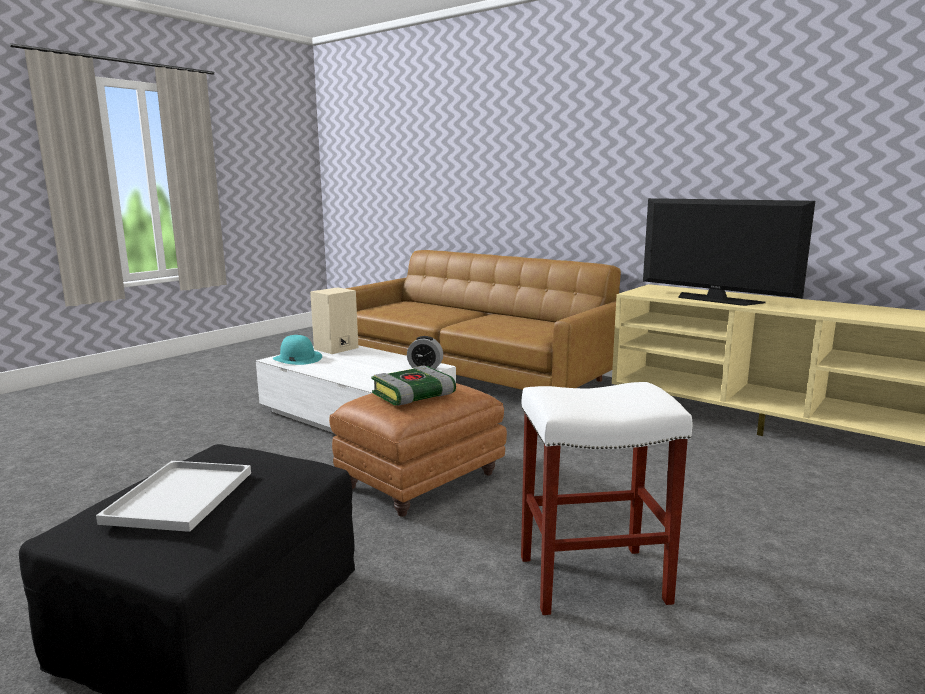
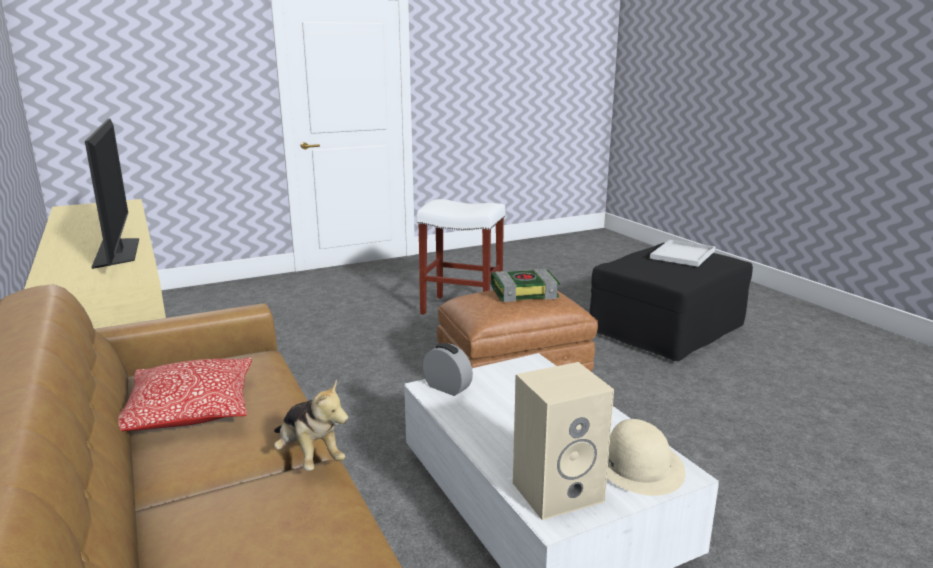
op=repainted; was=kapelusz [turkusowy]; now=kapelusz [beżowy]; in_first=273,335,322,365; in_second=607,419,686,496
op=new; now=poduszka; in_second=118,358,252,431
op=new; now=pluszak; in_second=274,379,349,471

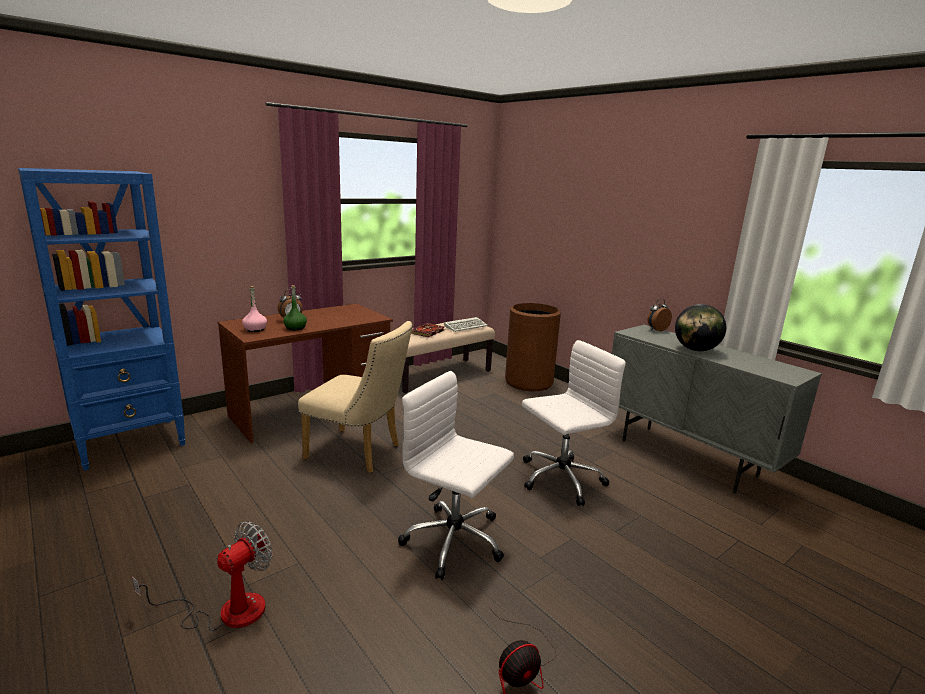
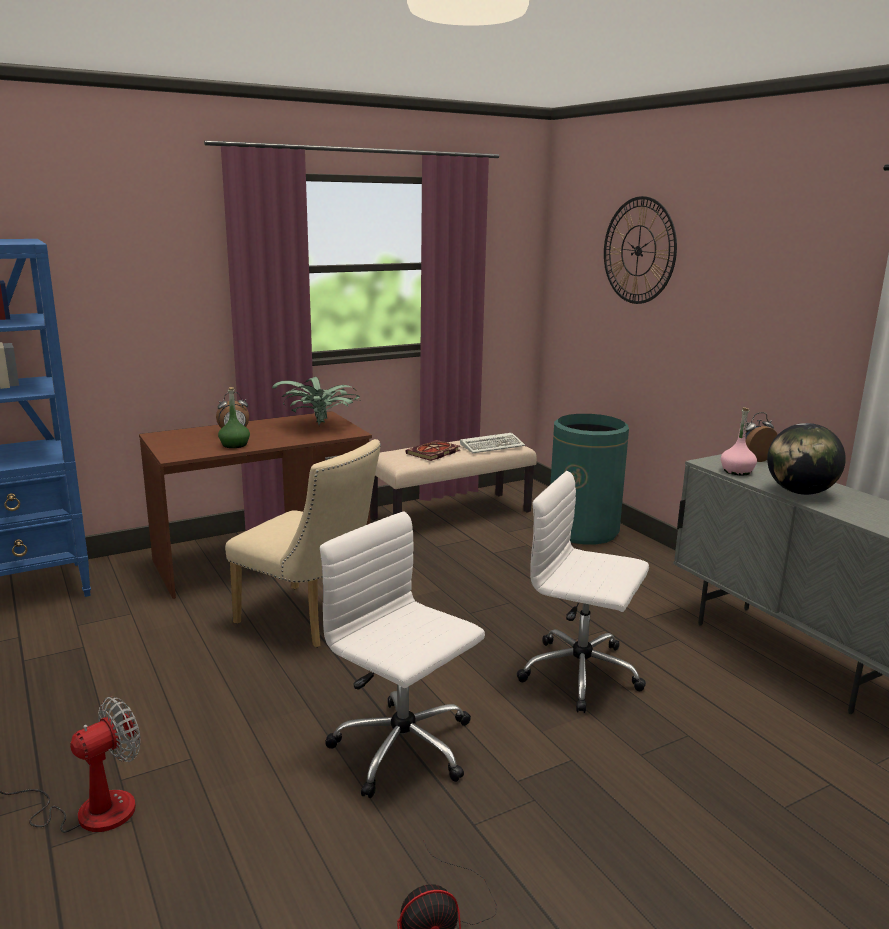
op=shifted; was=butelka [różowy]; in_first=242,286,267,332; in_second=721,407,757,475
op=repainted; was=kosz na śmieci [brązowy]; now=kosz na śmieci [zielony]; in_first=505,303,561,391; in_second=550,414,629,544
op=rotated; was=krzesło biurowe [biały]; in_first=522,340,626,506; in_second=516,471,649,713; clockwise=-135
op=new; now=roślina doniczkowa; in_second=272,377,360,425
op=new; now=zegar ścienny; in_second=604,196,677,304

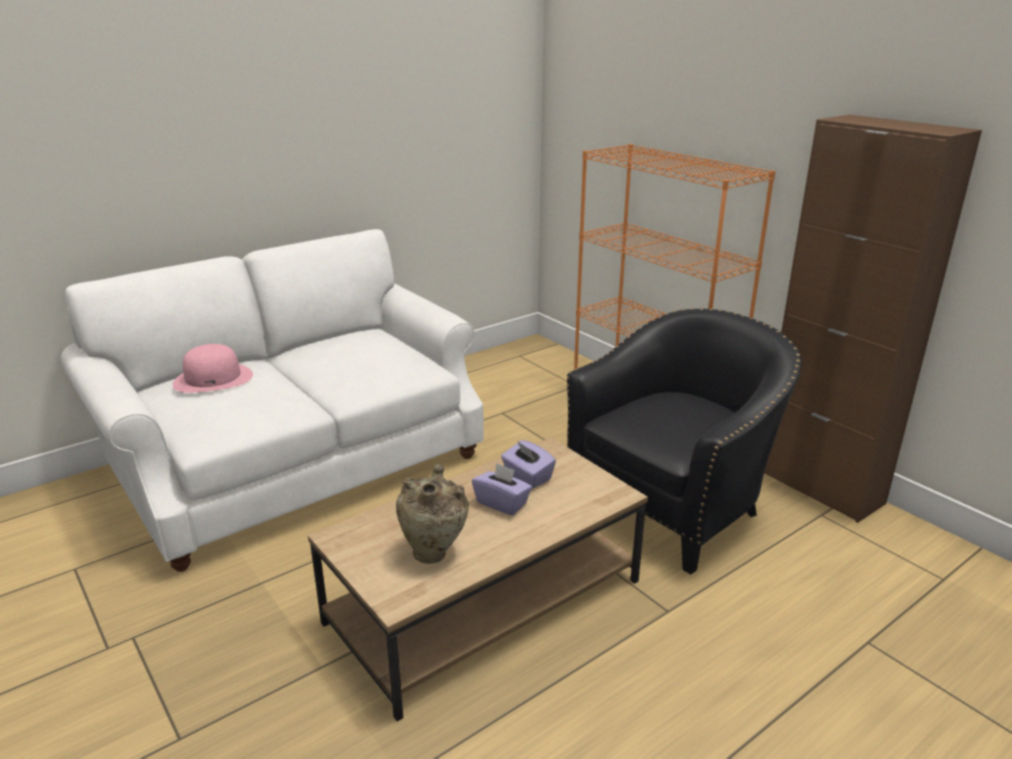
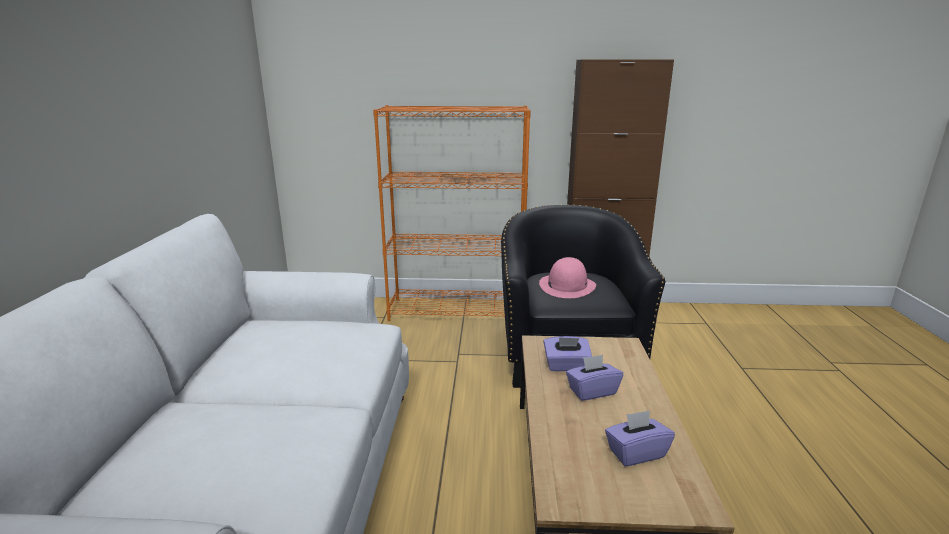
op=shifted; was=kapelusz [różowy]; in_first=173,344,253,393; in_second=539,257,596,298
op=swapped; was=wazon [beżowy]; now=pudełko chusteczek [fioletowy]; in_first=396,463,469,564; in_second=605,410,675,466

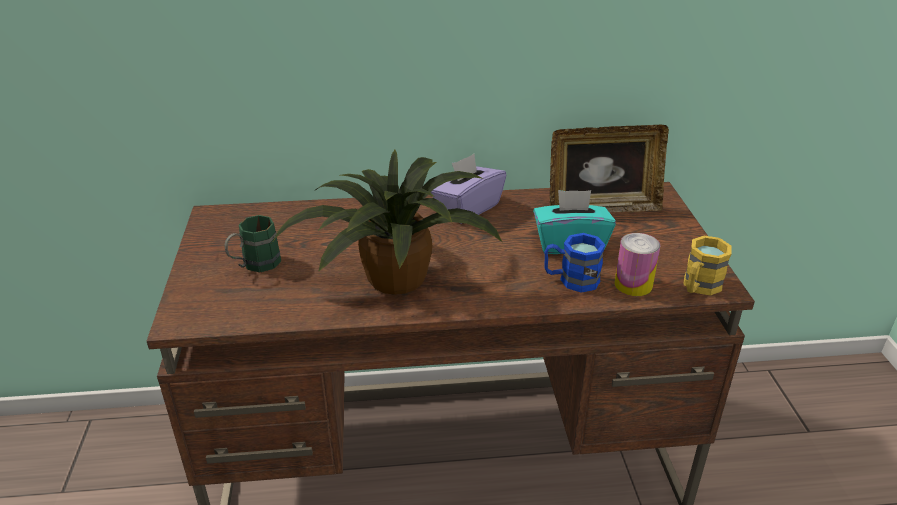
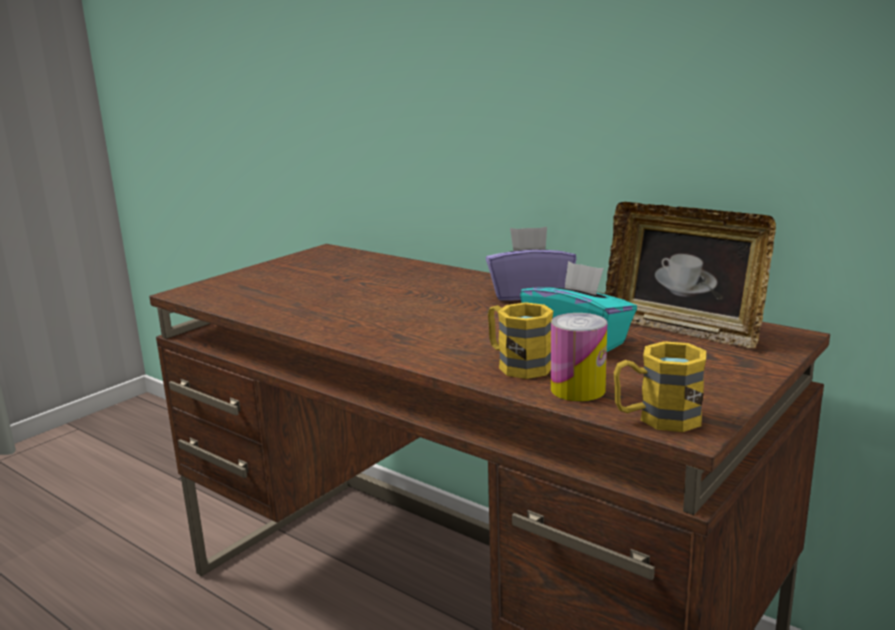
op=gone; was=kubek [zielony]; in_first=225,215,281,272
op=gone; was=roślina doniczkowa; in_first=272,150,503,295
op=repainted; was=kubek [niebieski]; now=kubek [żółty]; in_first=544,233,605,293; in_second=488,302,553,379

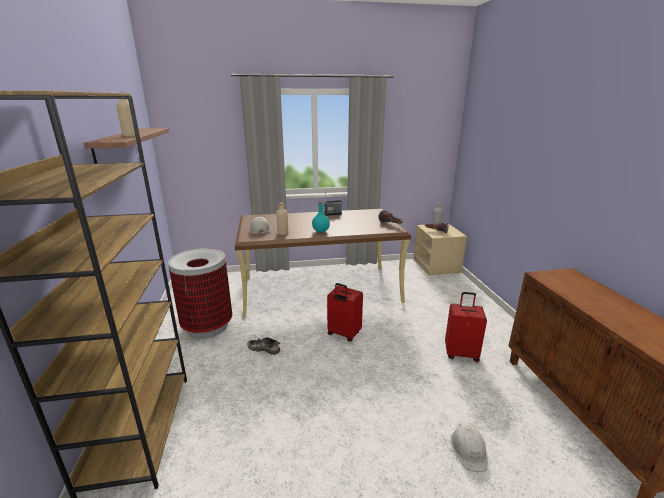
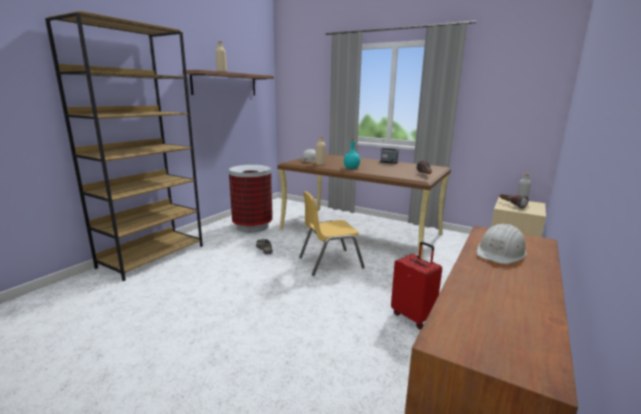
op=swapped; was=walizka [czerwony]; now=krzesło [żółty]; in_first=327,283,363,342; in_second=299,191,365,276
op=shifted; was=kask [biały]; in_first=451,424,487,472; in_second=477,223,527,264

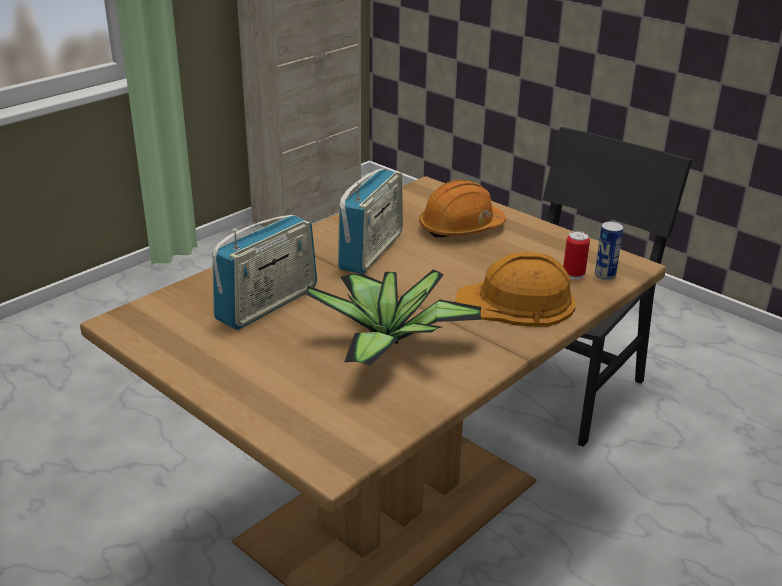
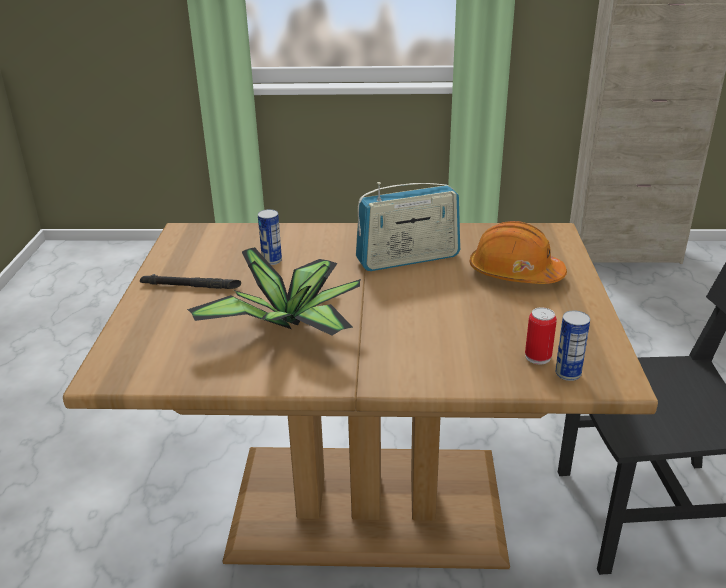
op=swapped; was=radio; now=puszka; in_first=212,215,317,330; in_second=258,209,282,265
op=gone; was=kask [pomarańczowy]; in_first=455,252,576,327
op=new; now=latarka [czarny]; in_second=140,274,241,289

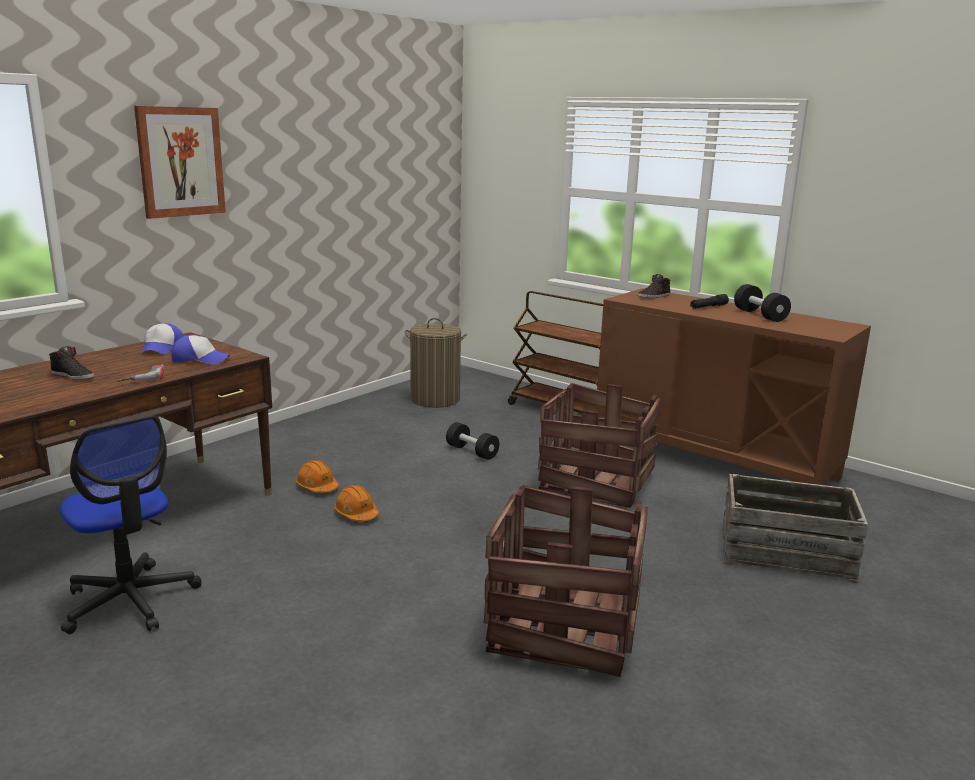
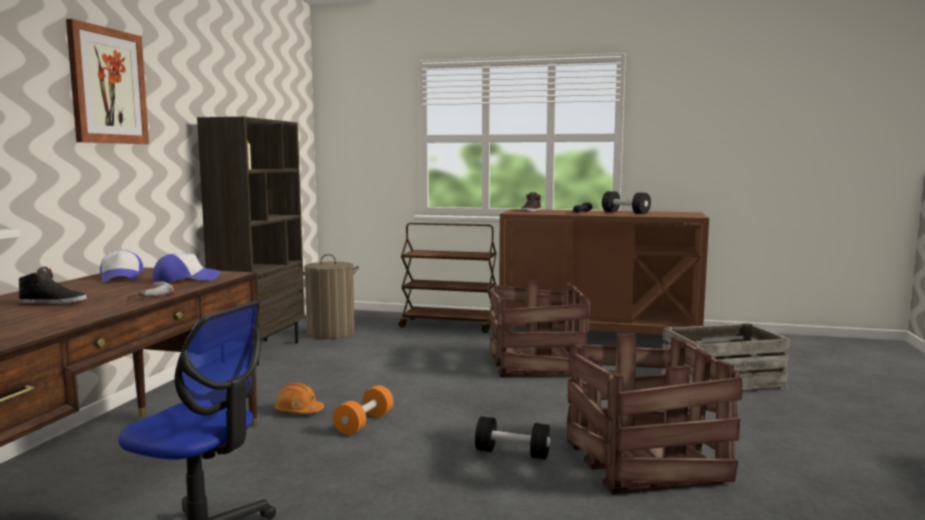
op=swapped; was=kask [pomarańczowy]; now=hantel [pomarańczowy]; in_first=334,485,379,521; in_second=333,385,393,435
op=shifted; was=hantel [czarny]; in_first=446,422,499,460; in_second=475,417,550,459
op=new; now=regał [brązowy]; in_second=197,117,305,366

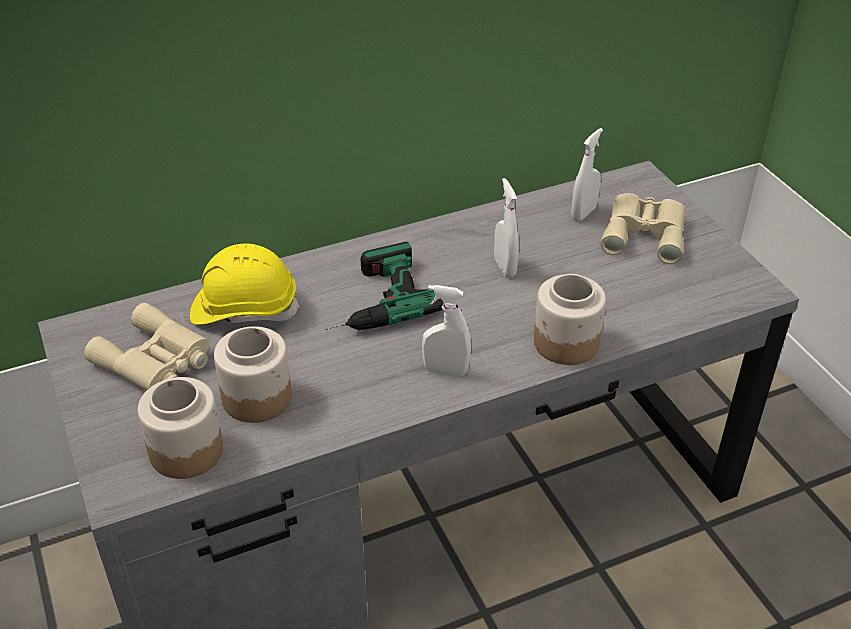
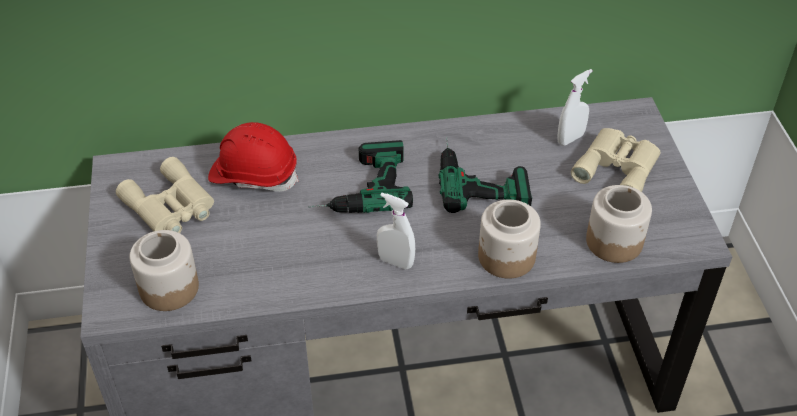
op=repainted; was=kask [żółty]; now=kask [czerwony]; in_first=190,243,300,325; in_second=208,122,299,192
op=shifted; was=słoik; in_first=214,326,292,423; in_second=586,185,652,263
op=swapped; was=spryskiwacz [biały]; now=wiertarka; in_first=494,178,519,278; in_second=438,137,532,213

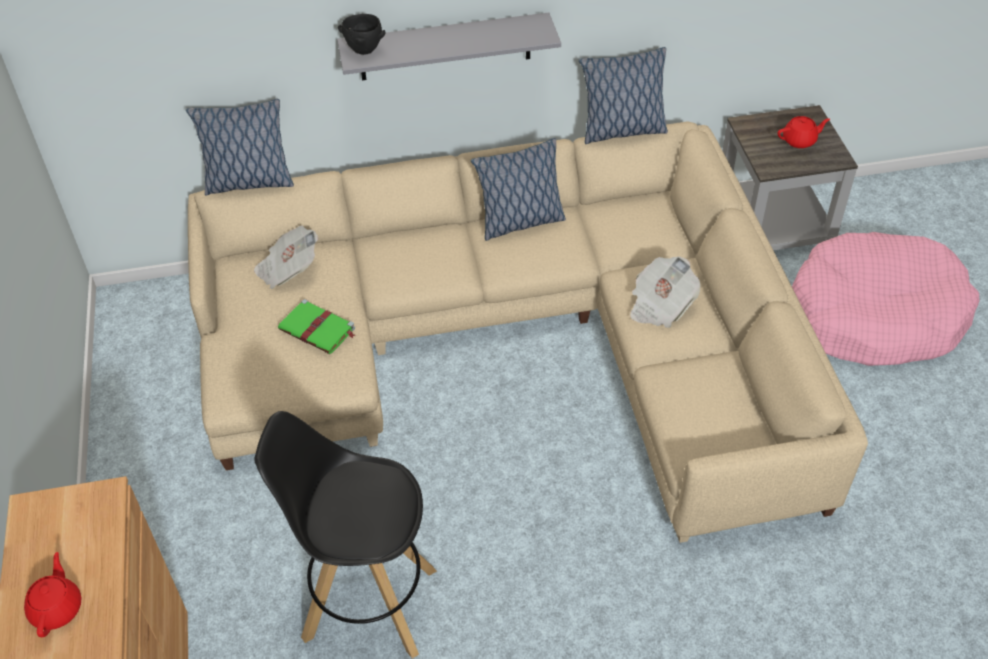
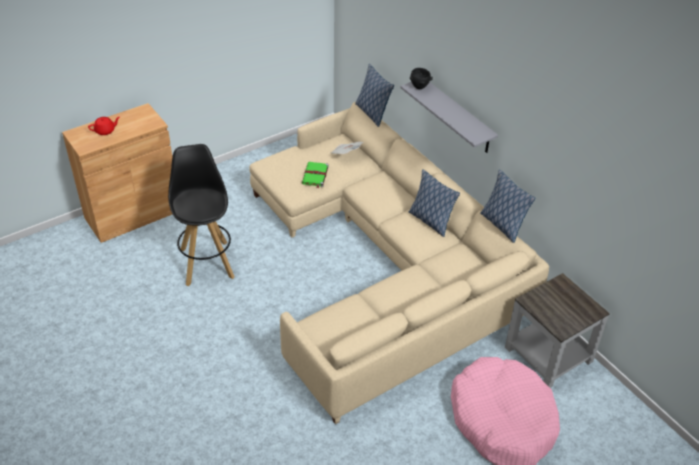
op=gone; was=gazeta; in_first=630,256,700,328
op=gone; was=imbryk [czerwony]; in_first=778,116,830,148

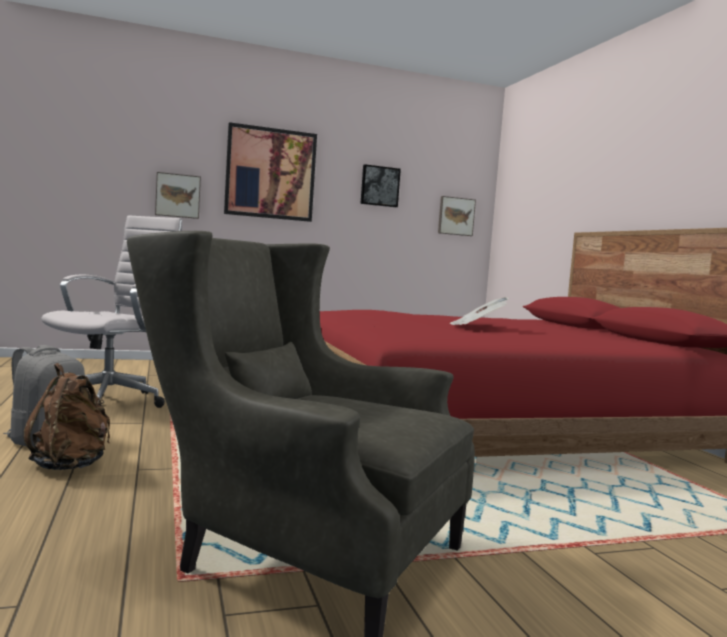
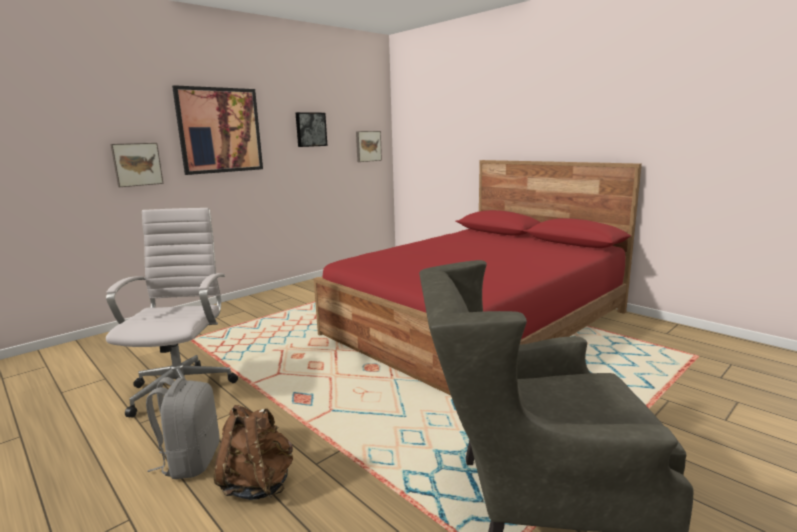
op=gone; was=gazeta; in_first=450,297,510,325

